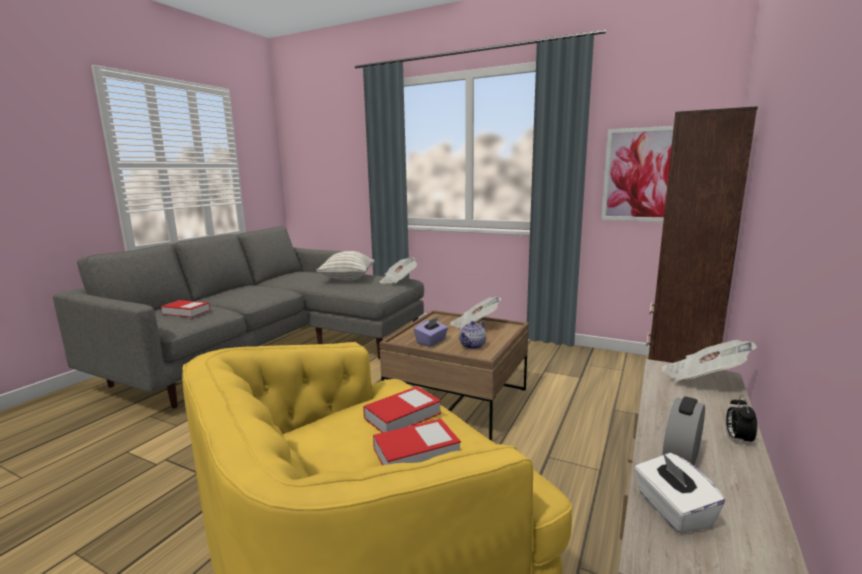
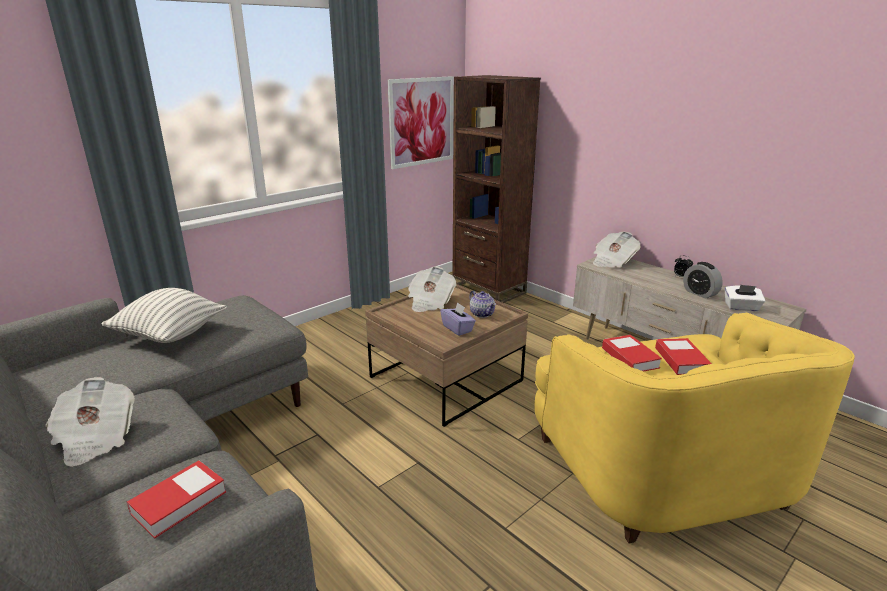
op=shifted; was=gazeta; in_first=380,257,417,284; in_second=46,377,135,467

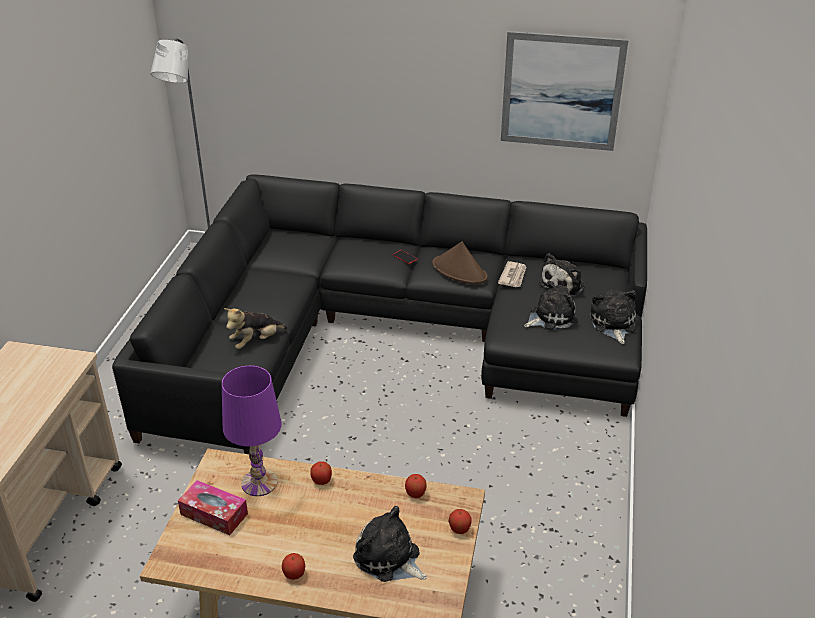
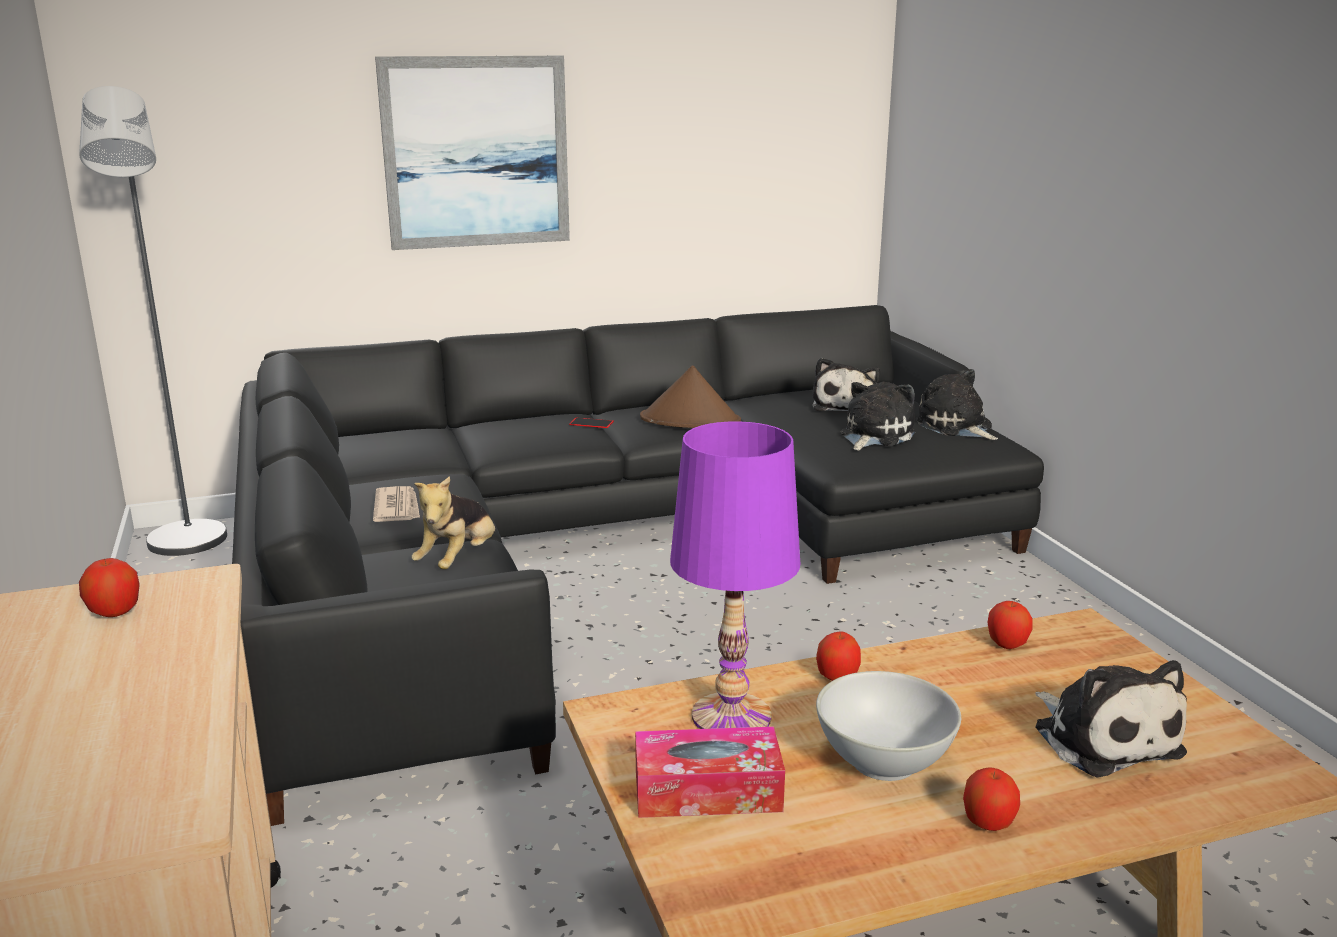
op=rotated; was=pluszak; in_first=353,506,427,582; in_second=1035,660,1187,778; clockwise=-120
op=shifted; was=jabłko; in_first=448,509,471,534; in_second=79,558,140,617
op=shifted; was=gazeta; in_first=498,261,526,287; in_second=373,486,420,522
op=shifted; was=obraz; in_first=501,31,628,151; in_second=375,56,570,250
op=new; now=miska [biały]; in_second=816,671,961,781

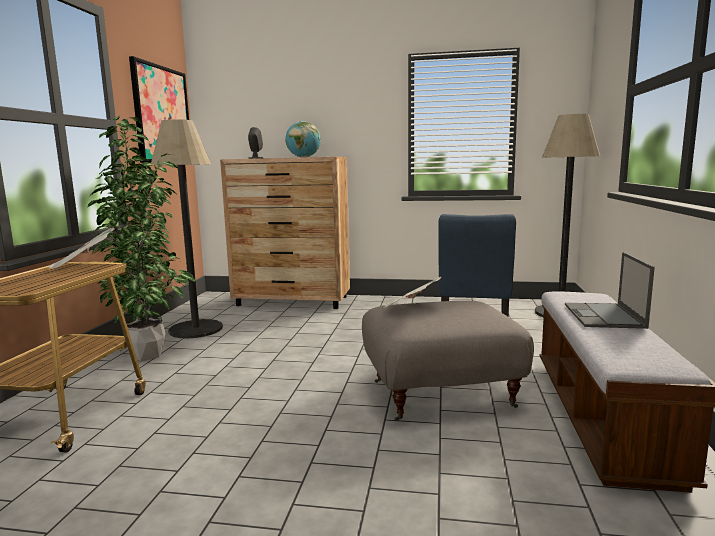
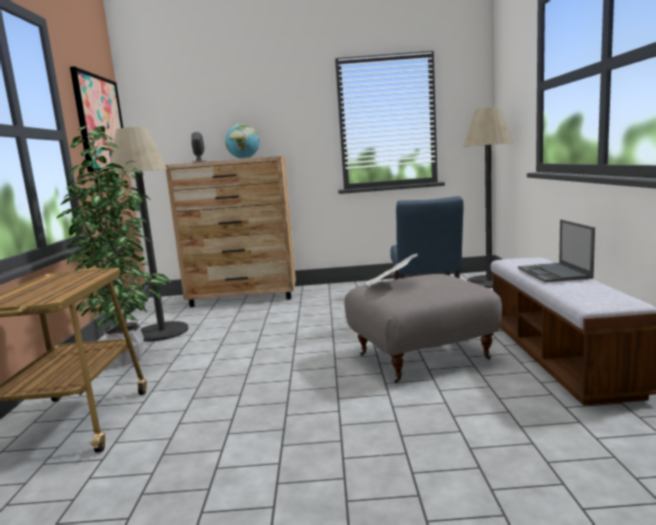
op=gone; was=gazeta; in_first=49,228,115,269

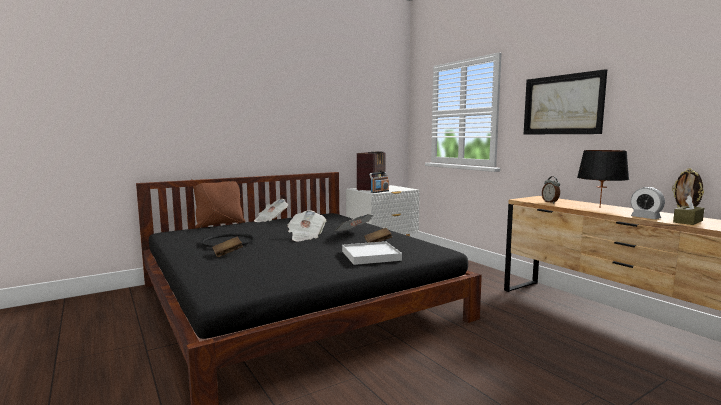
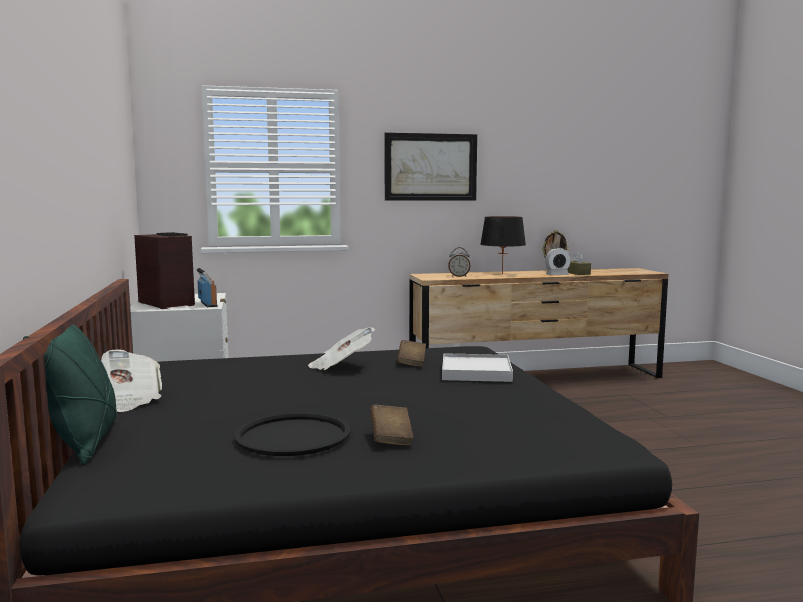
op=repainted; was=poduszka [brązowy]; now=poduszka [zielony]; in_first=191,179,246,229; in_second=23,324,117,465
op=gone; was=gazeta; in_first=287,210,326,241

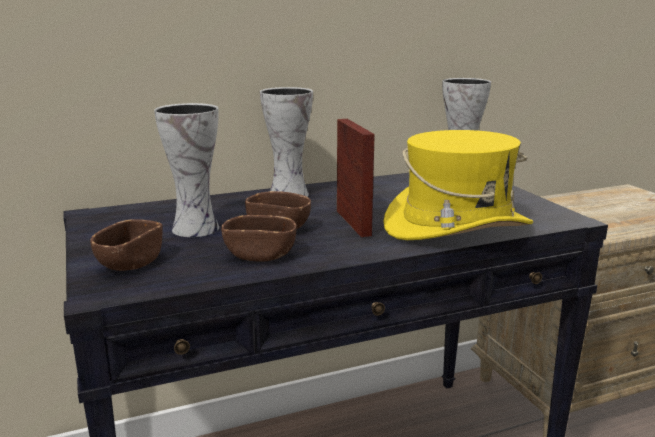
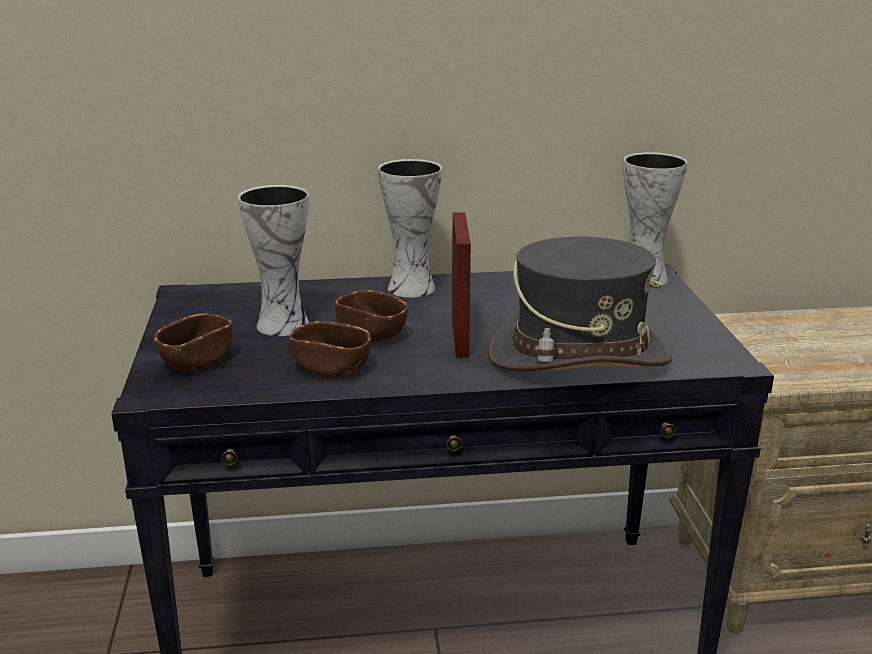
op=repainted; was=kapelusz [żółty]; now=kapelusz [szary]; in_first=384,130,533,240; in_second=488,237,672,371

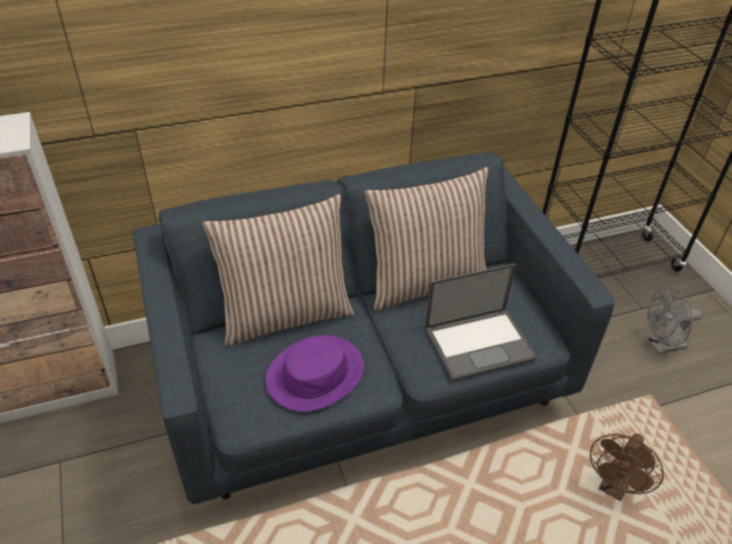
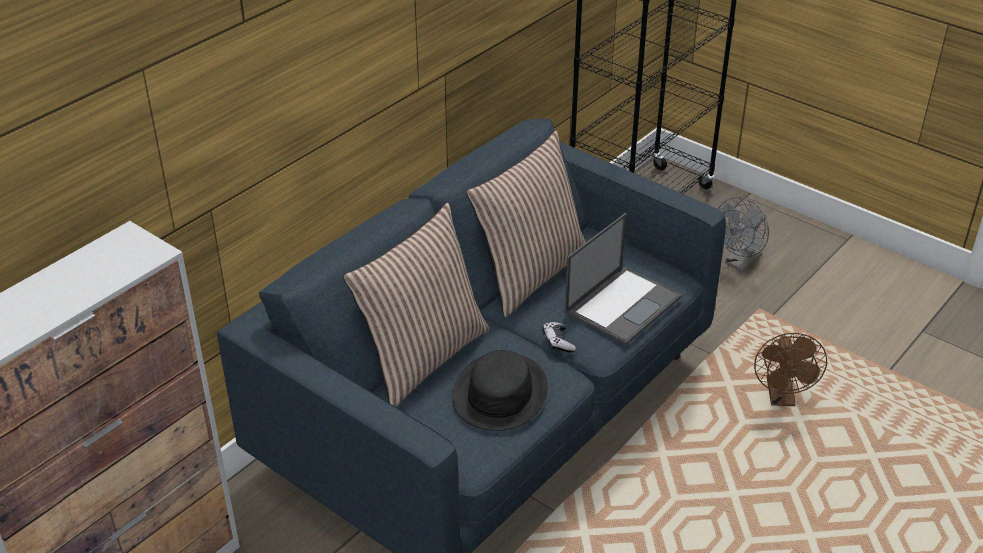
op=repainted; was=kapelusz [fioletowy]; now=kapelusz [czarny]; in_first=265,335,364,412; in_second=452,350,548,431
op=new; now=pad do gier; in_second=542,322,576,352

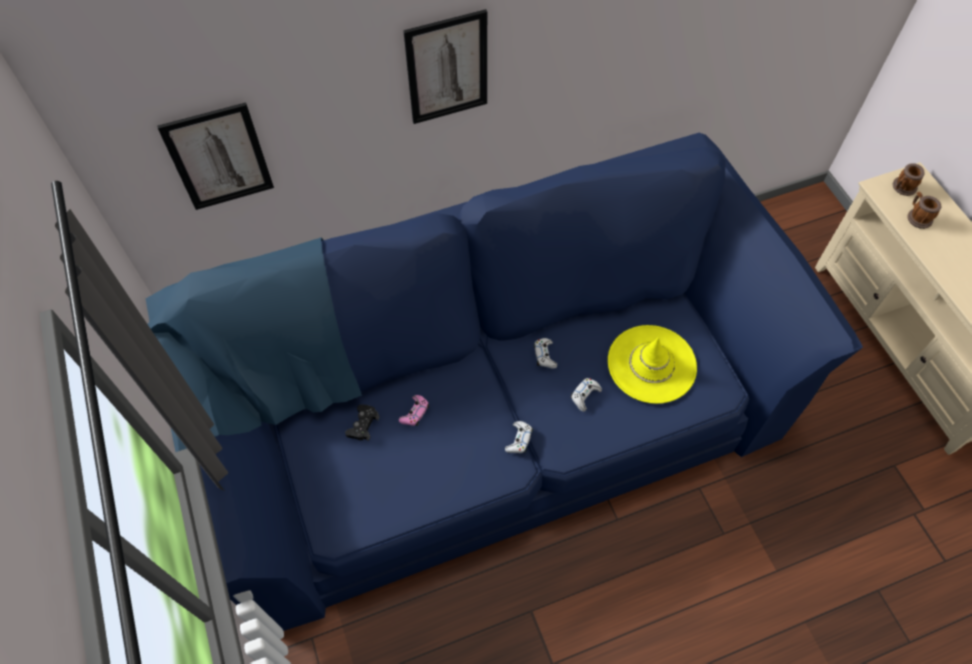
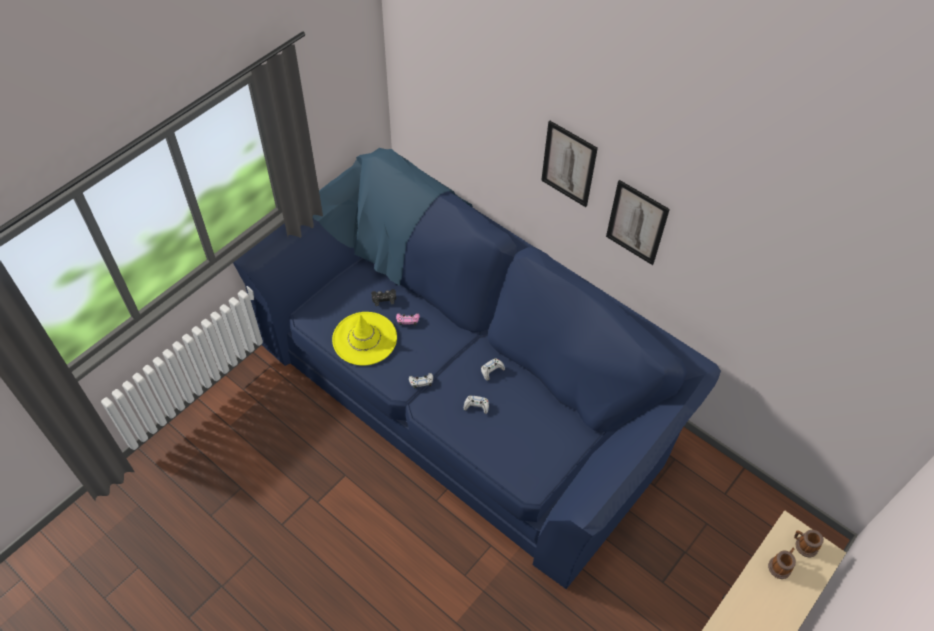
op=shifted; was=obraz; in_first=157,102,274,210; in_second=606,180,670,265
op=shifted; was=kapelusz [żółty]; in_first=608,325,697,404; in_second=332,312,397,366

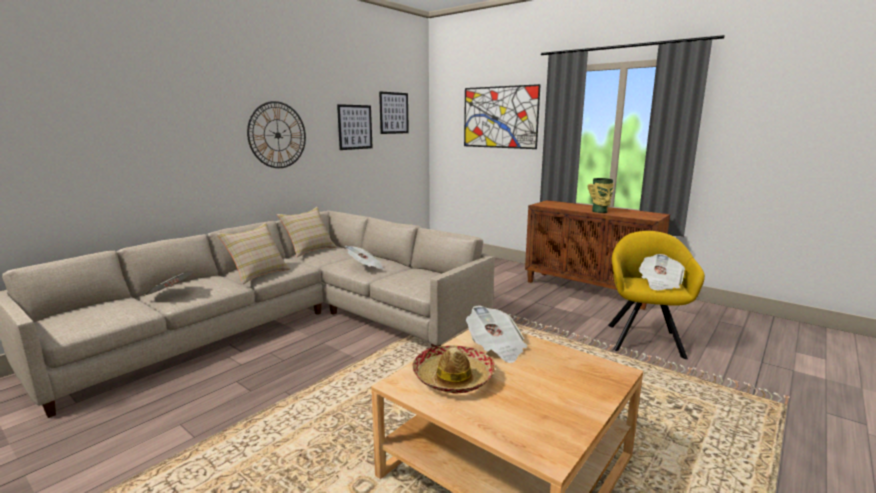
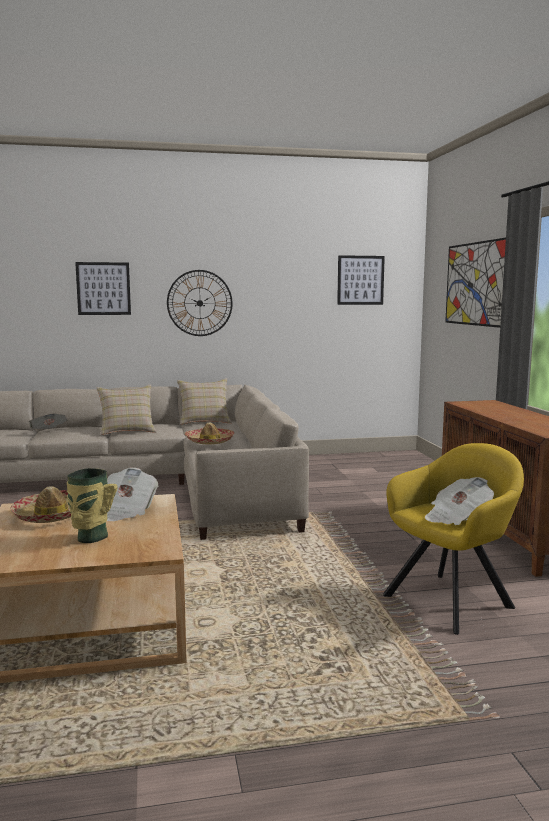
op=shifted; was=obraz; in_first=337,104,373,150; in_second=75,262,131,315
op=swapped; was=gazeta; now=kapelusz; in_first=345,246,384,270; in_second=185,423,234,445
op=shifted; was=wazon; in_first=587,178,614,213; in_second=67,468,118,543

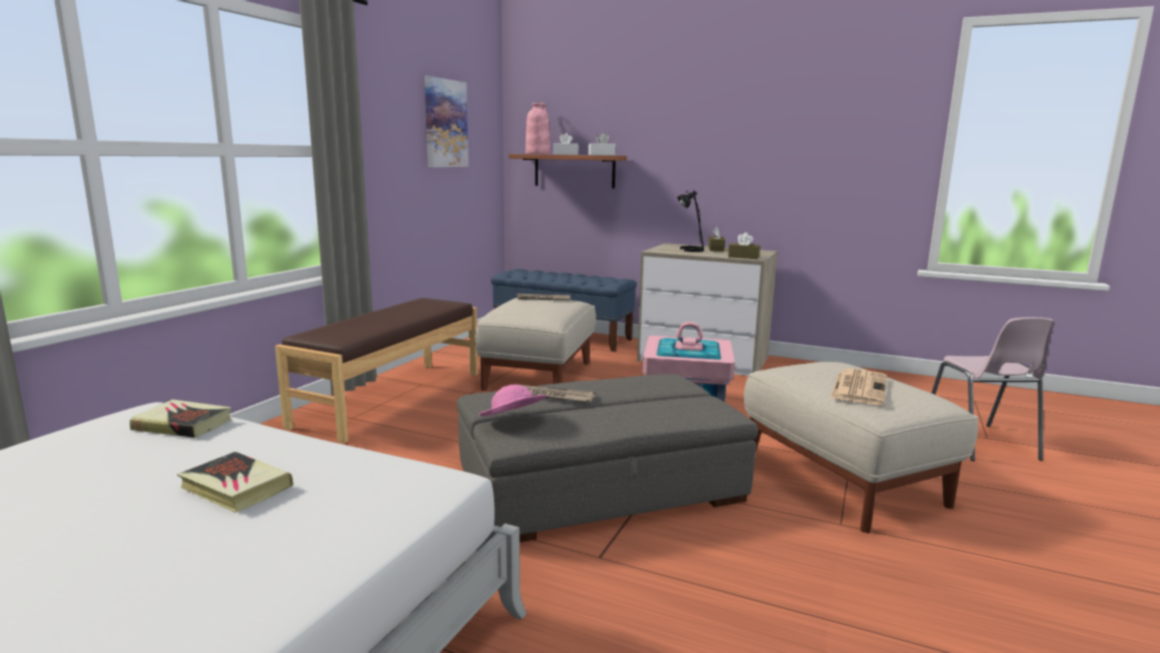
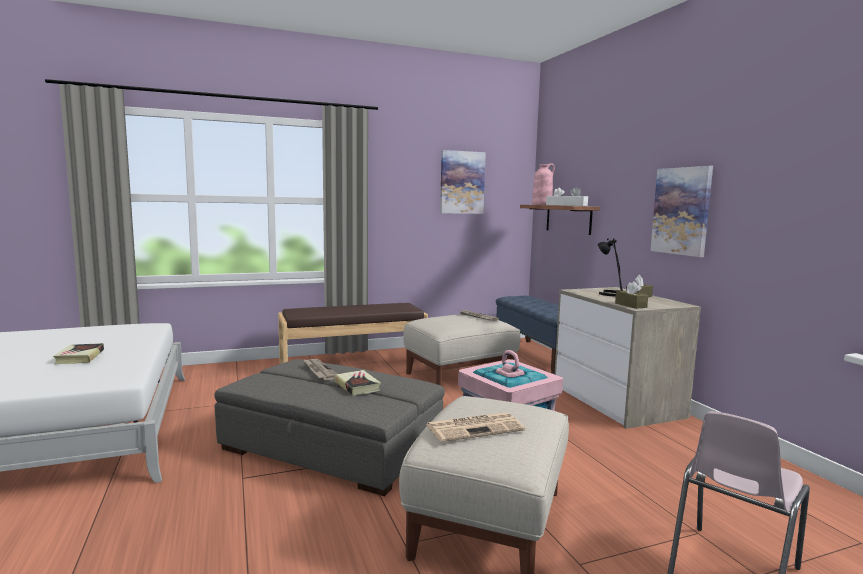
op=shifted; was=książka; in_first=130,399,231,438; in_second=335,370,381,395
op=gone; was=kapelusz [różowy]; in_first=479,384,547,416
op=new; now=obraz; in_second=650,166,713,257

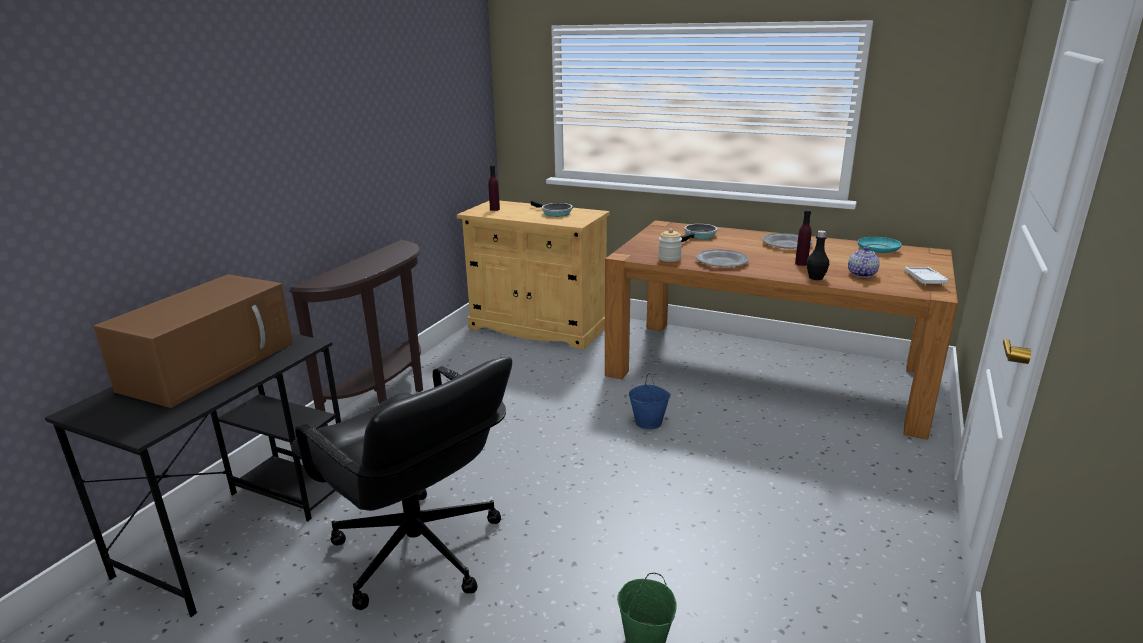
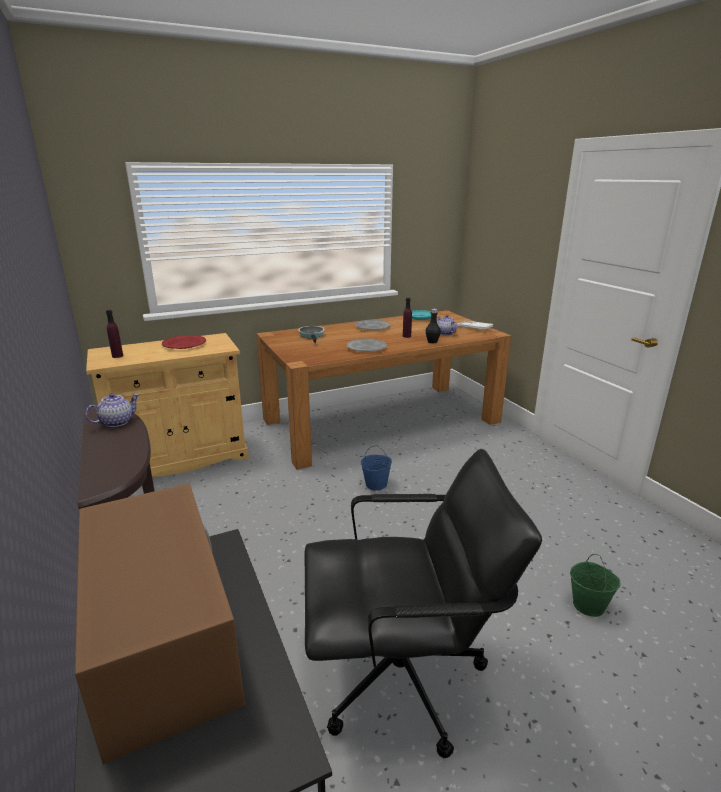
op=swapped; was=patelnia; now=talerz [czerwony]; in_first=530,200,573,217; in_second=162,335,206,349
op=gone; was=słoik; in_first=658,229,682,262
op=new; now=imbryk; in_second=85,393,140,427

